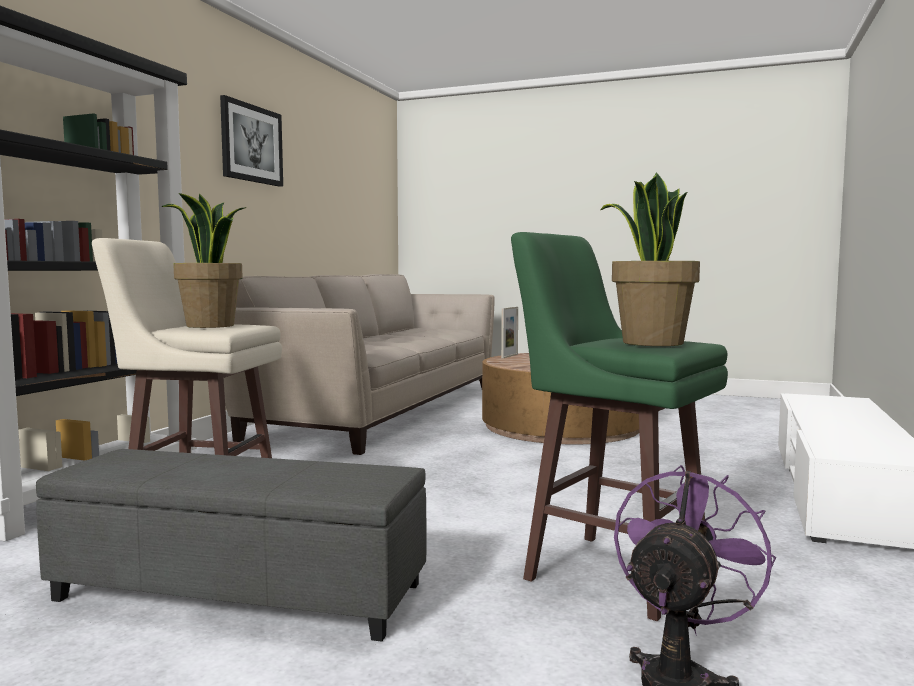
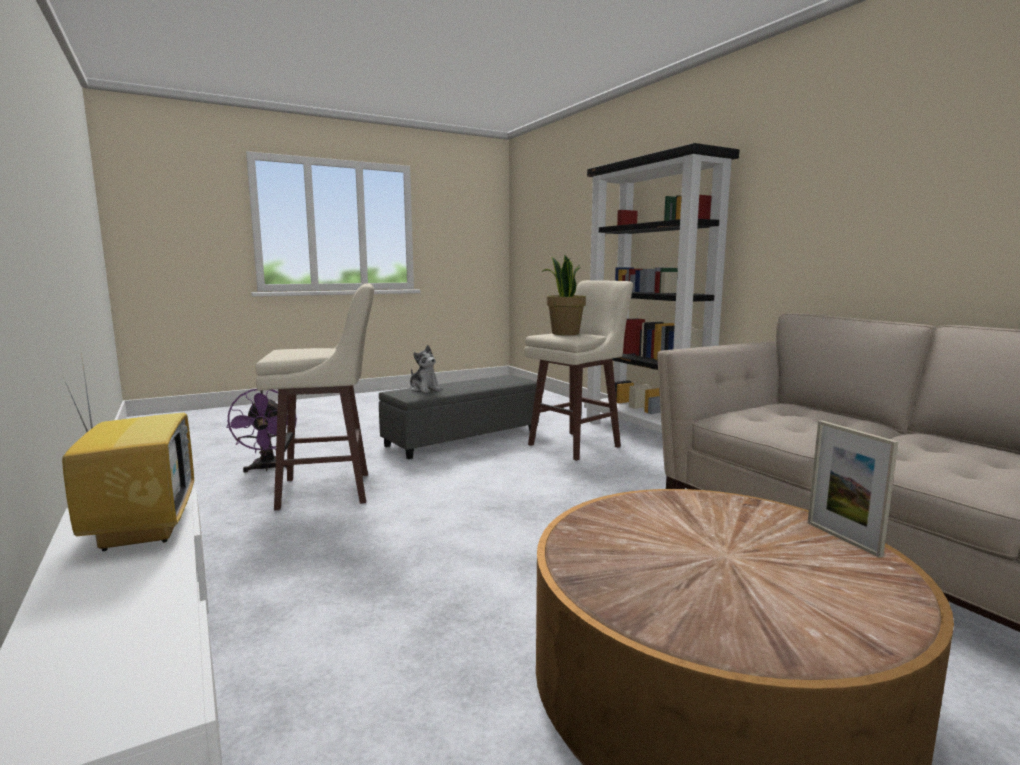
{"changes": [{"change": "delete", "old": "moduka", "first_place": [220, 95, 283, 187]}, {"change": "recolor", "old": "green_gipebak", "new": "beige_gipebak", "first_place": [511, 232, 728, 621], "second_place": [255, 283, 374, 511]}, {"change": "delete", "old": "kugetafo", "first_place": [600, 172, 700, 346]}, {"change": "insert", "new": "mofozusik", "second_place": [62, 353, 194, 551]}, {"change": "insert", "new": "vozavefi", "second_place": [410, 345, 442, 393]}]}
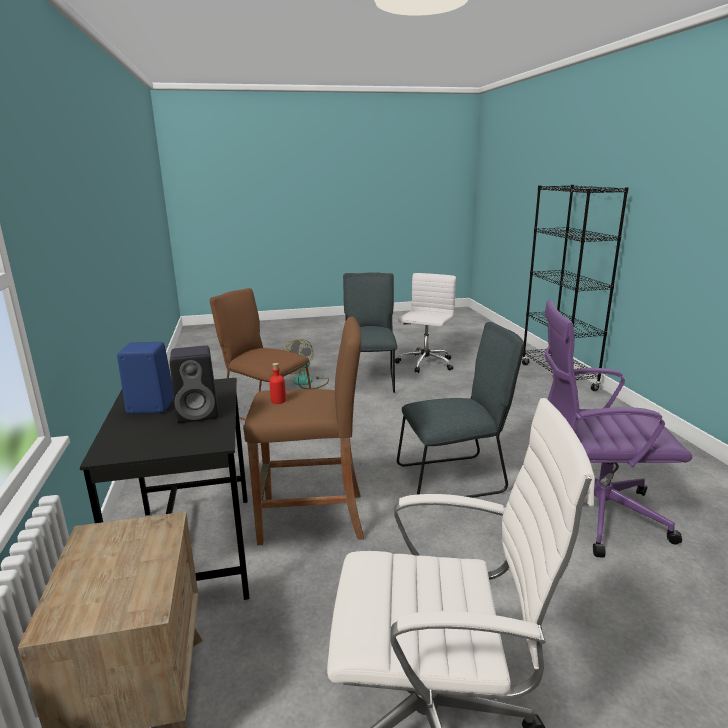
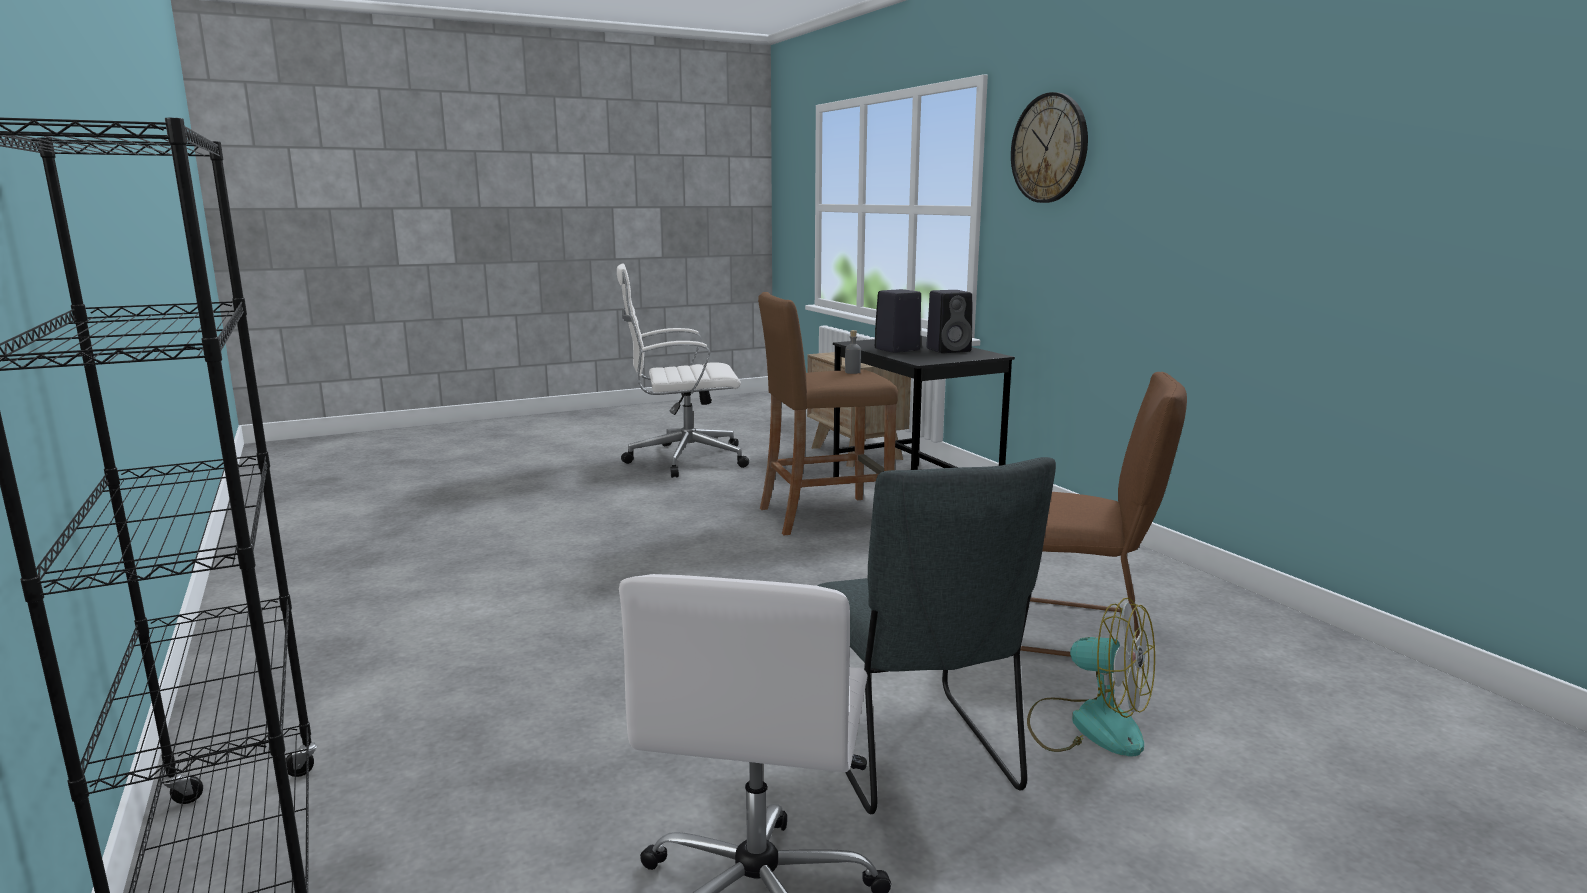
{"changes": [{"change": "recolor", "old": "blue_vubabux", "new": "black_vubabux", "first_place": [117, 342, 174, 414], "second_place": [926, 290, 972, 353]}, {"change": "recolor", "old": "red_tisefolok", "new": "grey_tisefolok", "first_place": [269, 363, 286, 404], "second_place": [845, 330, 861, 374]}, {"change": "delete", "old": "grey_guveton", "first_place": [397, 322, 524, 498]}, {"change": "delete", "old": "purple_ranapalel", "first_place": [544, 300, 692, 558]}, {"change": "insert", "new": "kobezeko", "second_place": [1011, 92, 1088, 203]}]}
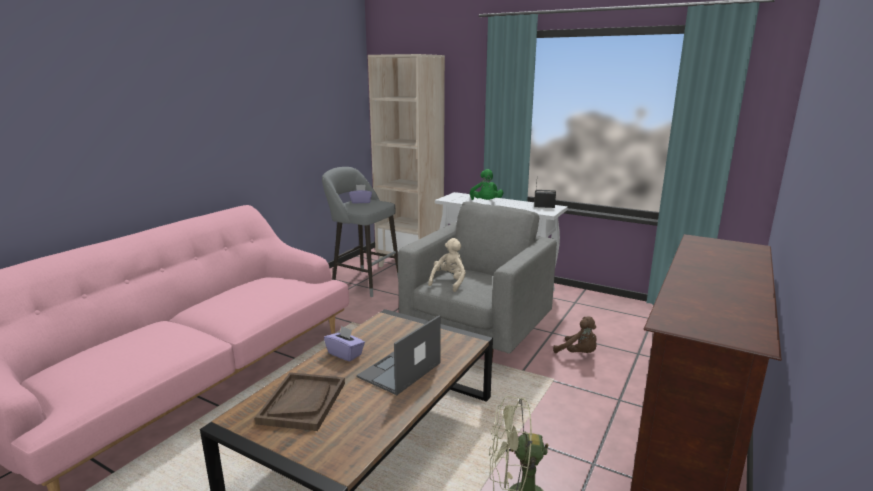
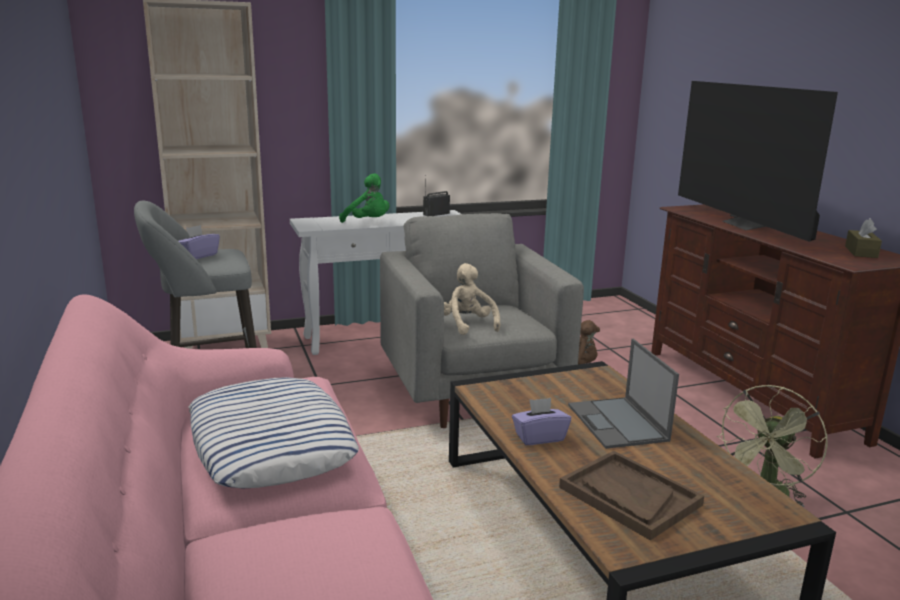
{"changes": [{"change": "insert", "new": "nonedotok", "second_place": [188, 377, 359, 489]}, {"change": "insert", "new": "mofozusik", "second_place": [678, 81, 838, 241]}, {"change": "insert", "new": "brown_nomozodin", "second_place": [845, 219, 882, 258]}]}
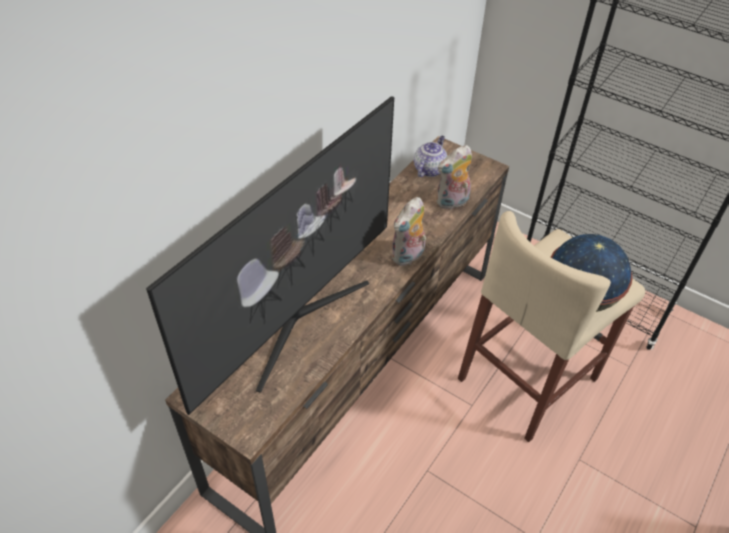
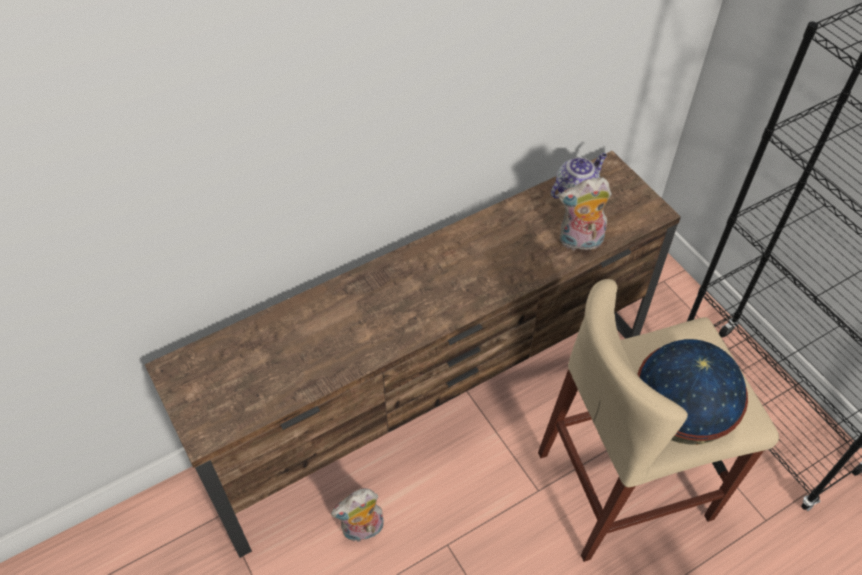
{"changes": [{"change": "delete", "old": "mofozusik", "first_place": [146, 97, 394, 415]}, {"change": "move", "old": "vozavefi", "first_place": [391, 197, 426, 266], "second_place": [331, 488, 384, 542]}]}
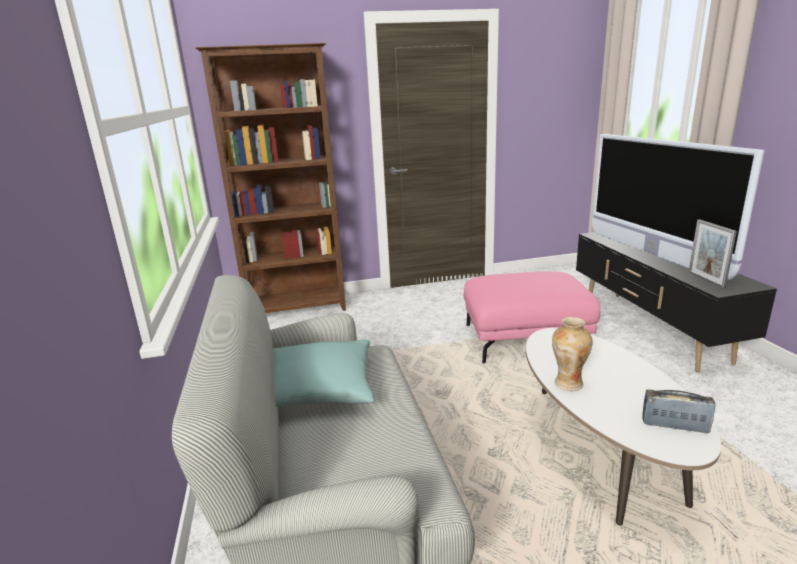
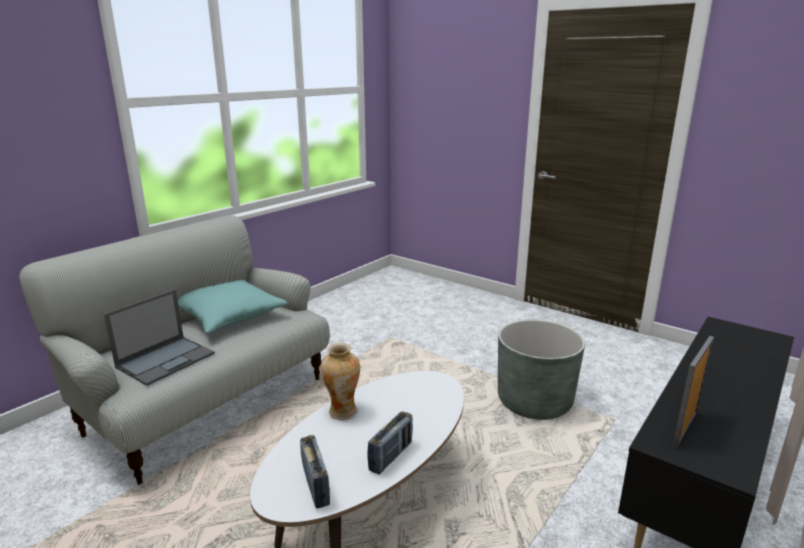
{"changes": [{"change": "delete", "old": "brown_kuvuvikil", "first_place": [195, 43, 346, 313]}, {"change": "replace", "old": "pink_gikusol", "new": "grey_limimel", "first_place": [464, 271, 600, 363], "second_place": [498, 319, 585, 420]}, {"change": "delete", "old": "mofozusik", "first_place": [592, 134, 765, 280]}, {"change": "insert", "new": "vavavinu", "second_place": [104, 289, 215, 386]}, {"change": "insert", "new": "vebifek", "second_place": [367, 412, 413, 475]}]}
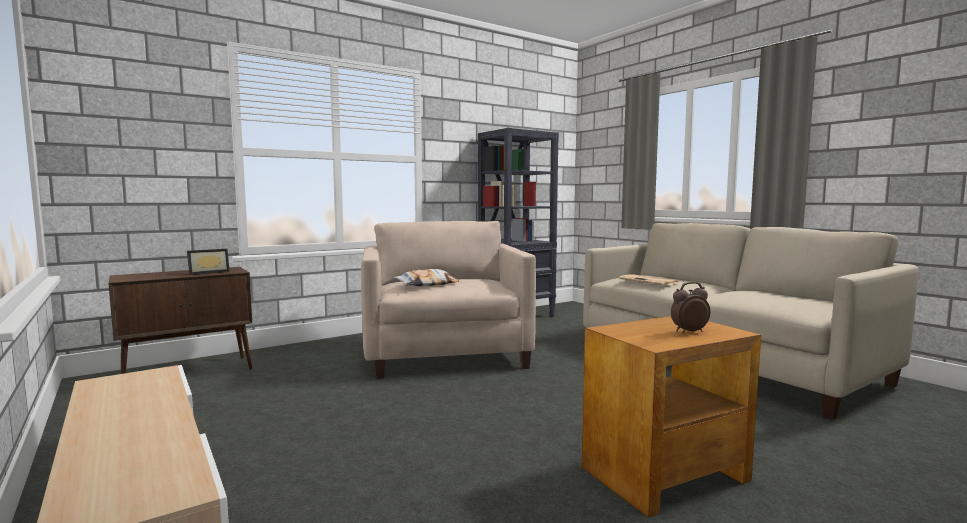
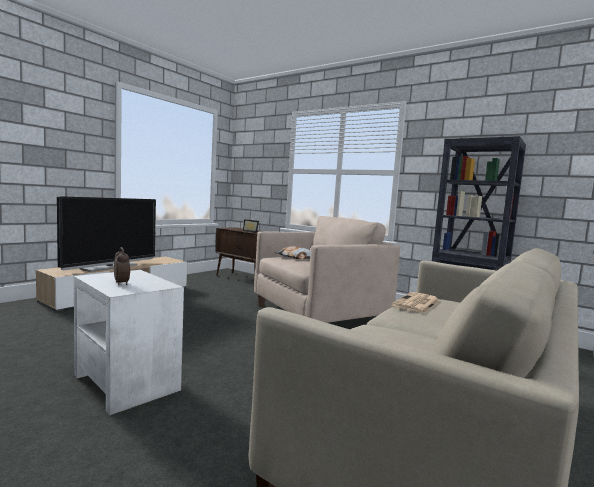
{"changes": [{"change": "recolor", "old": "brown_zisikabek", "new": "white_zisikabek", "first_place": [582, 316, 761, 518], "second_place": [74, 270, 184, 415]}, {"change": "insert", "new": "mofozusik", "second_place": [57, 196, 156, 272]}]}
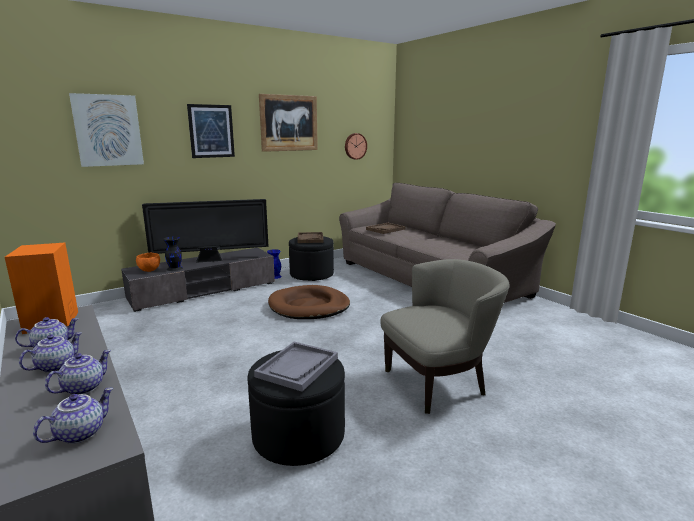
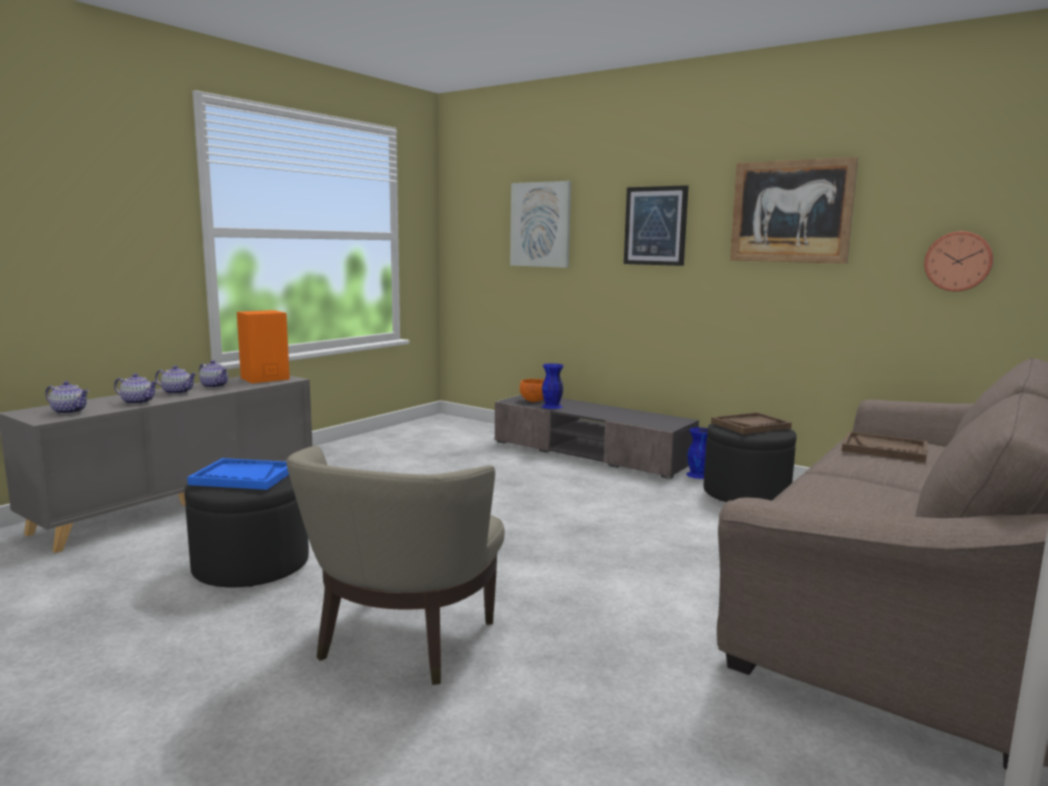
{"changes": [{"change": "delete", "old": "mofozusik", "first_place": [142, 199, 269, 263]}, {"change": "recolor", "old": "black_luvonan", "new": "blue_luvonan", "first_place": [163, 237, 183, 271], "second_place": [542, 363, 563, 409]}, {"change": "recolor", "old": "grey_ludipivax", "new": "blue_ludipivax", "first_place": [254, 342, 338, 392], "second_place": [187, 458, 289, 490]}, {"change": "delete", "old": "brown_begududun", "first_place": [268, 285, 350, 319]}, {"change": "rotate", "old": "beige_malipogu", "first_place": [380, 259, 509, 414], "second_place": [286, 446, 505, 685], "degrees": 60}]}
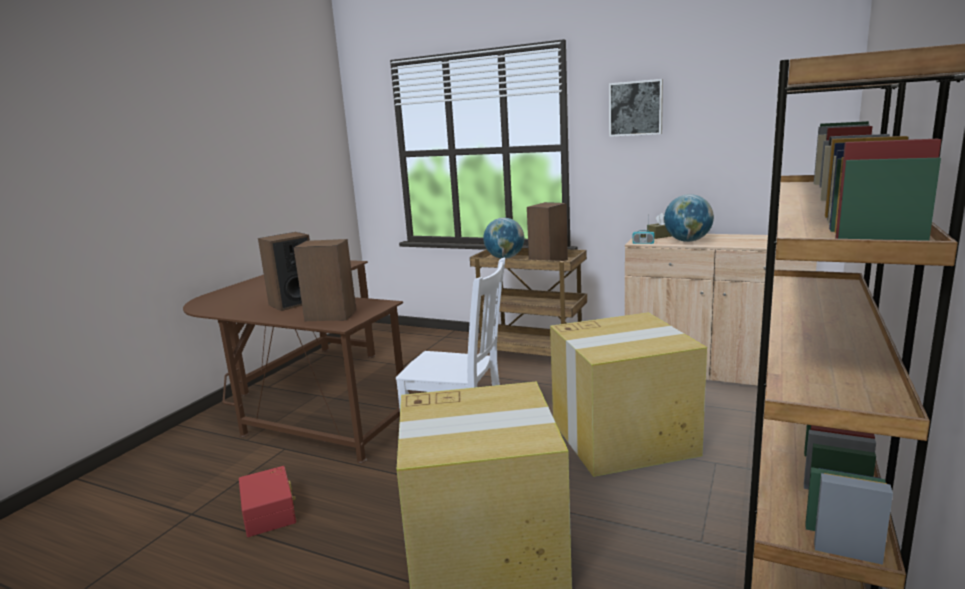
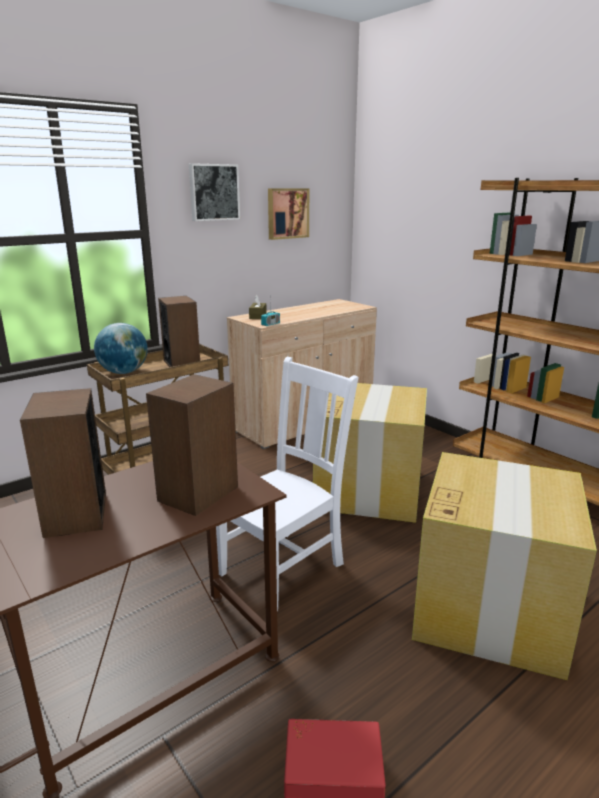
{"changes": [{"change": "delete", "old": "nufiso", "first_place": [664, 194, 714, 242]}, {"change": "insert", "new": "moduka", "second_place": [268, 188, 309, 240]}]}
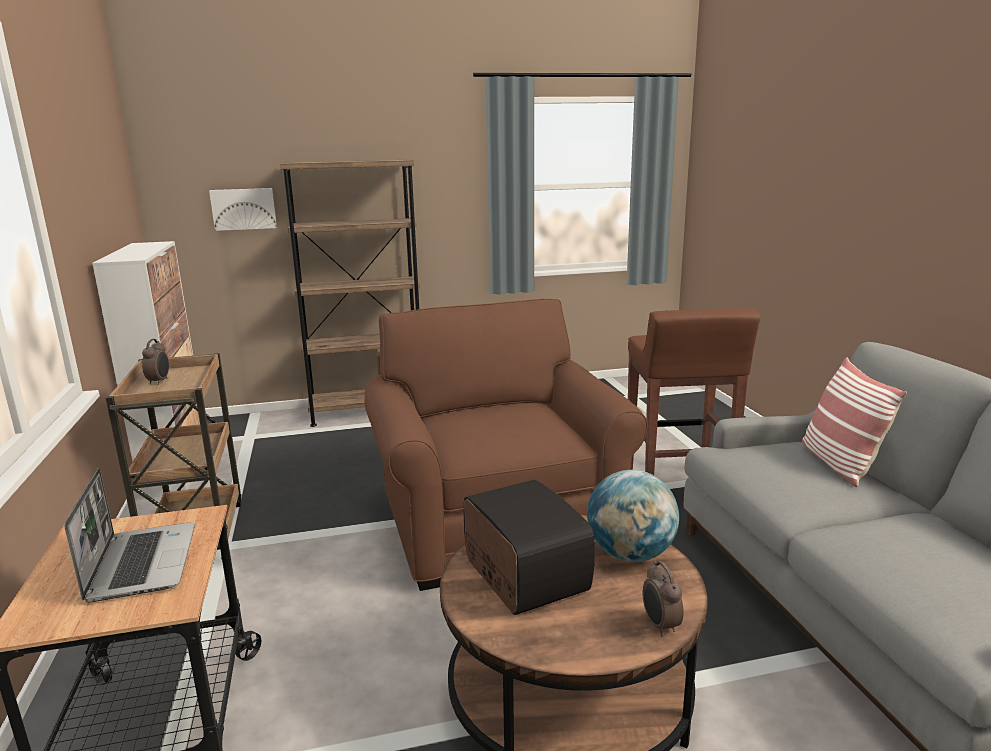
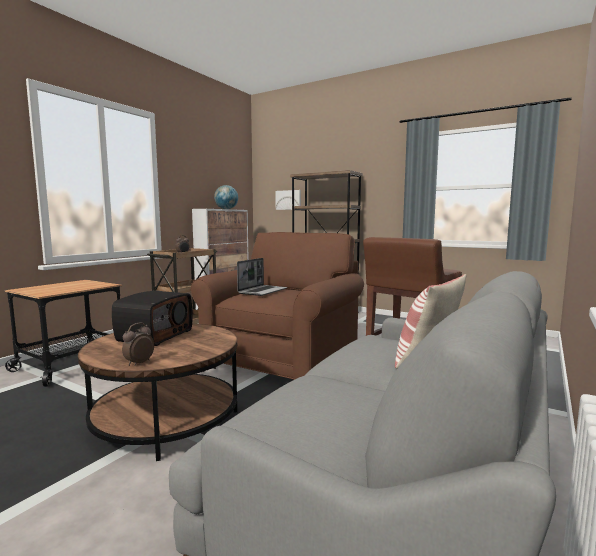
{"changes": [{"change": "move", "old": "vavavinu", "first_place": [64, 468, 195, 602], "second_place": [237, 258, 287, 296]}, {"change": "move", "old": "nufiso", "first_place": [587, 470, 679, 562], "second_place": [214, 185, 238, 209]}]}
